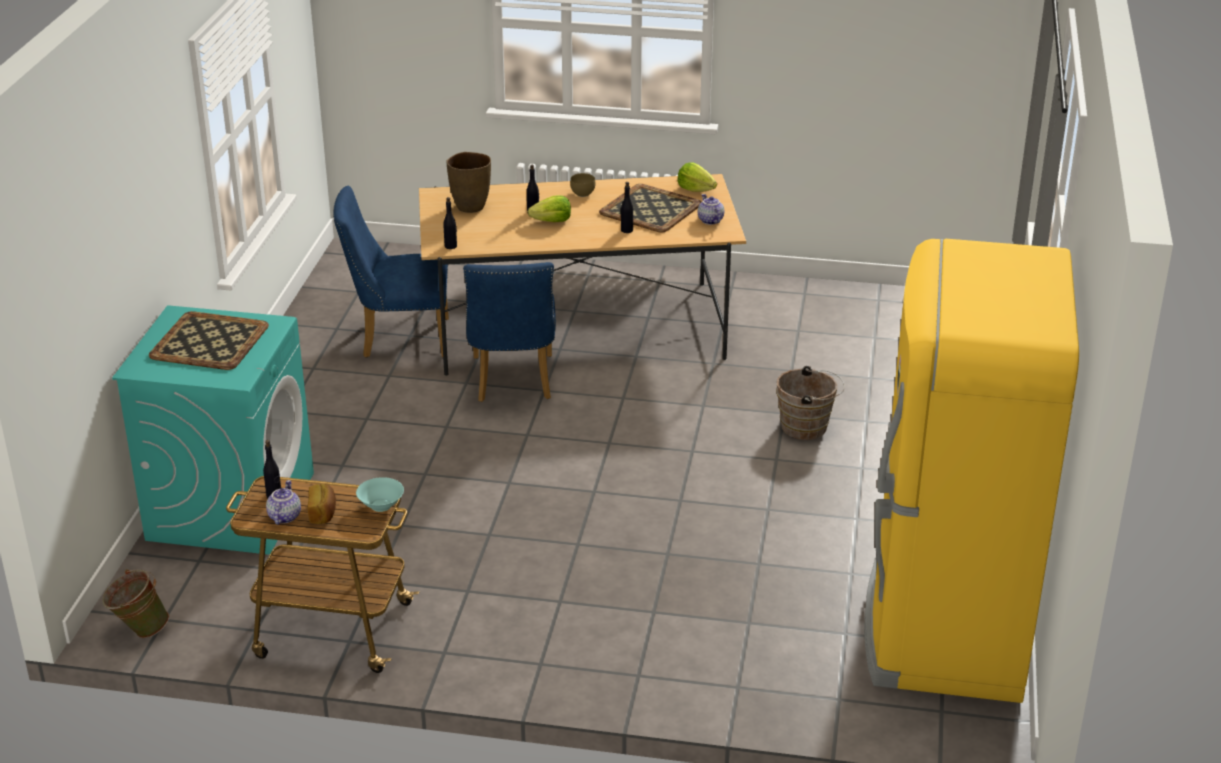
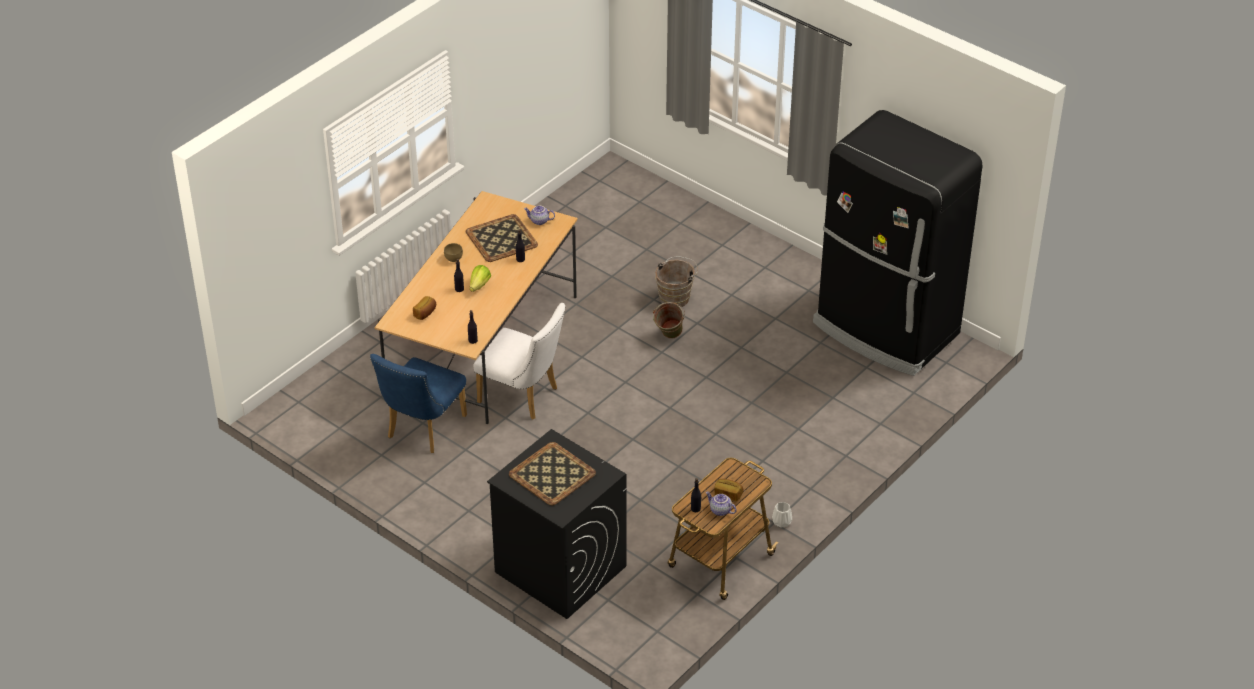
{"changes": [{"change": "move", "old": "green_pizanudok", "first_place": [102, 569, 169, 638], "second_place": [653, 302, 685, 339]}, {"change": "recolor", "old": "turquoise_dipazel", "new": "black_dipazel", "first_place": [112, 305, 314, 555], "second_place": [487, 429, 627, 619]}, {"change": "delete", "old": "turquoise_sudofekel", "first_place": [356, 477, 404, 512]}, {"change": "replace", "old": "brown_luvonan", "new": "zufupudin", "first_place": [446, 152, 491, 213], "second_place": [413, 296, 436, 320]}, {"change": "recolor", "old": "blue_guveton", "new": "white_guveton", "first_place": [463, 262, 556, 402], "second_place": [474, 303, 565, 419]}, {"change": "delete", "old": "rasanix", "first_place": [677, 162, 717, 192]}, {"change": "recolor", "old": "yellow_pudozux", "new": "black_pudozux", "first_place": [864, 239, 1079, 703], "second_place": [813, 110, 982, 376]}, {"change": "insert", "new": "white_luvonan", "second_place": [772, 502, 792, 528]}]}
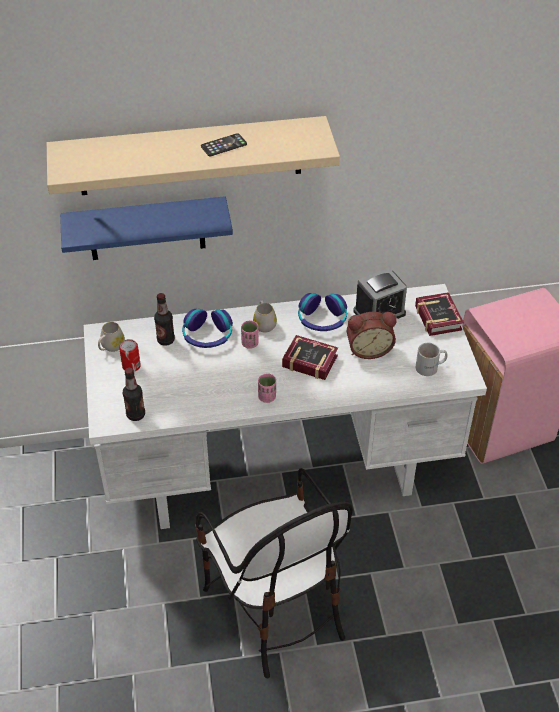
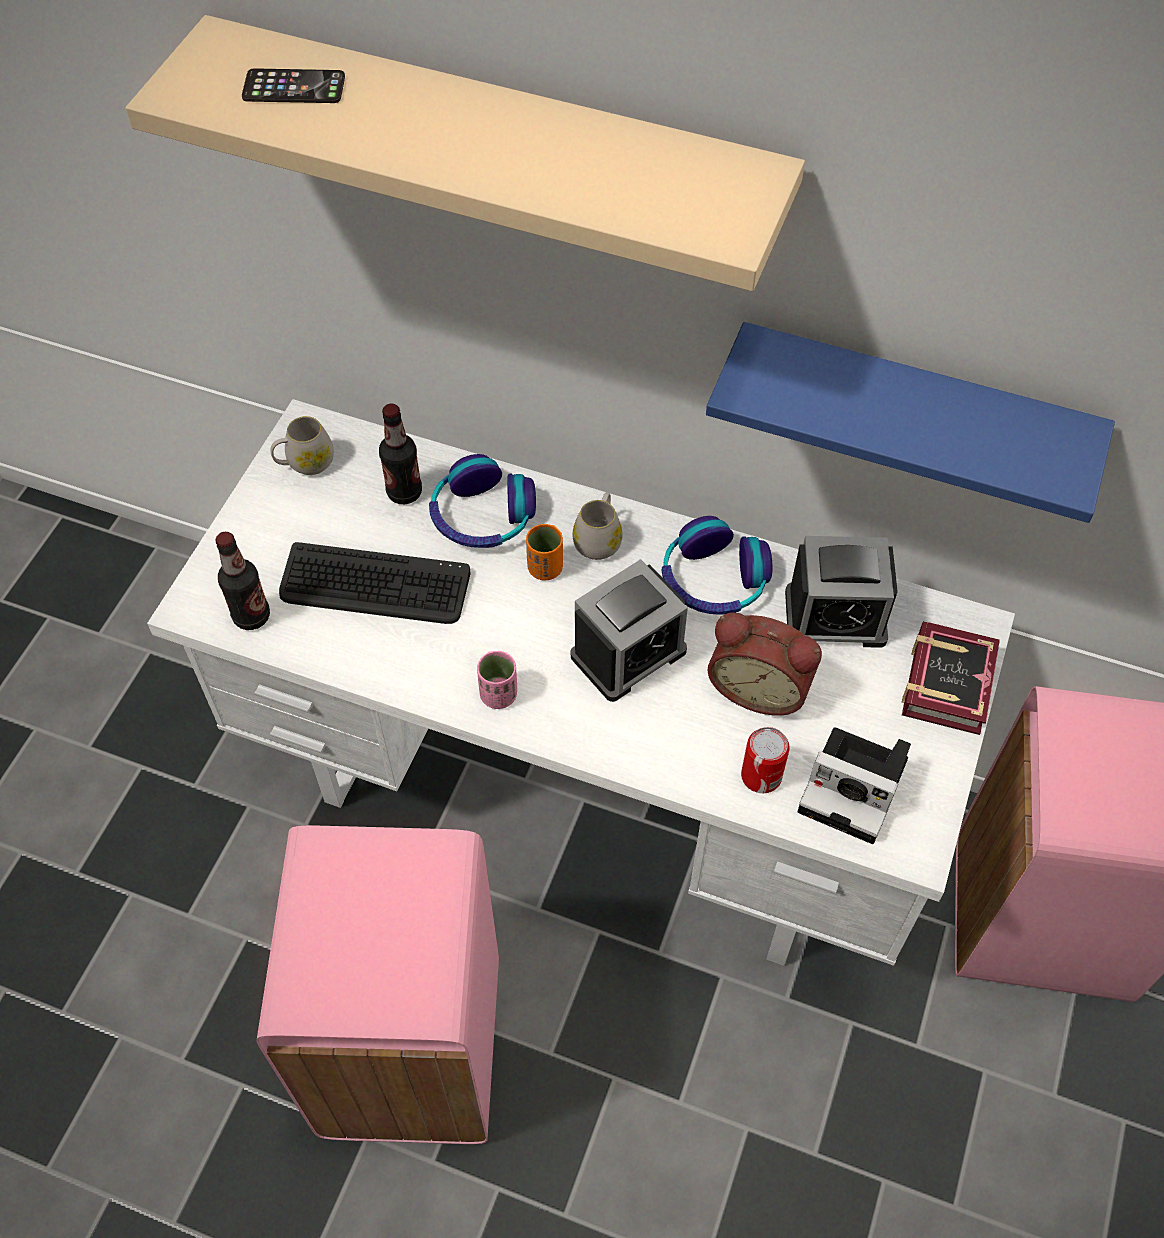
{"changes": [{"change": "move", "old": "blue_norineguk", "first_place": [60, 196, 233, 260], "second_place": [706, 322, 1115, 523]}, {"change": "move", "old": "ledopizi", "first_place": [119, 339, 141, 372], "second_place": [741, 727, 790, 793]}, {"change": "replace", "old": "guveton", "new": "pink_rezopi", "first_place": [195, 468, 353, 678], "second_place": [256, 826, 499, 1144]}, {"change": "move", "old": "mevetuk", "first_place": [201, 133, 247, 156], "second_place": [242, 68, 345, 103]}, {"change": "recolor", "old": "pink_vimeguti", "new": "orange_vimeguti", "first_place": [241, 320, 259, 349], "second_place": [526, 524, 563, 580]}, {"change": "replace", "old": "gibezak", "new": "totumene", "first_place": [282, 335, 338, 380], "second_place": [571, 559, 688, 702]}, {"change": "replace", "old": "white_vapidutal", "new": "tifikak", "first_place": [416, 343, 448, 376], "second_place": [798, 728, 911, 844]}, {"change": "insert", "new": "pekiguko", "second_place": [279, 542, 471, 624]}]}
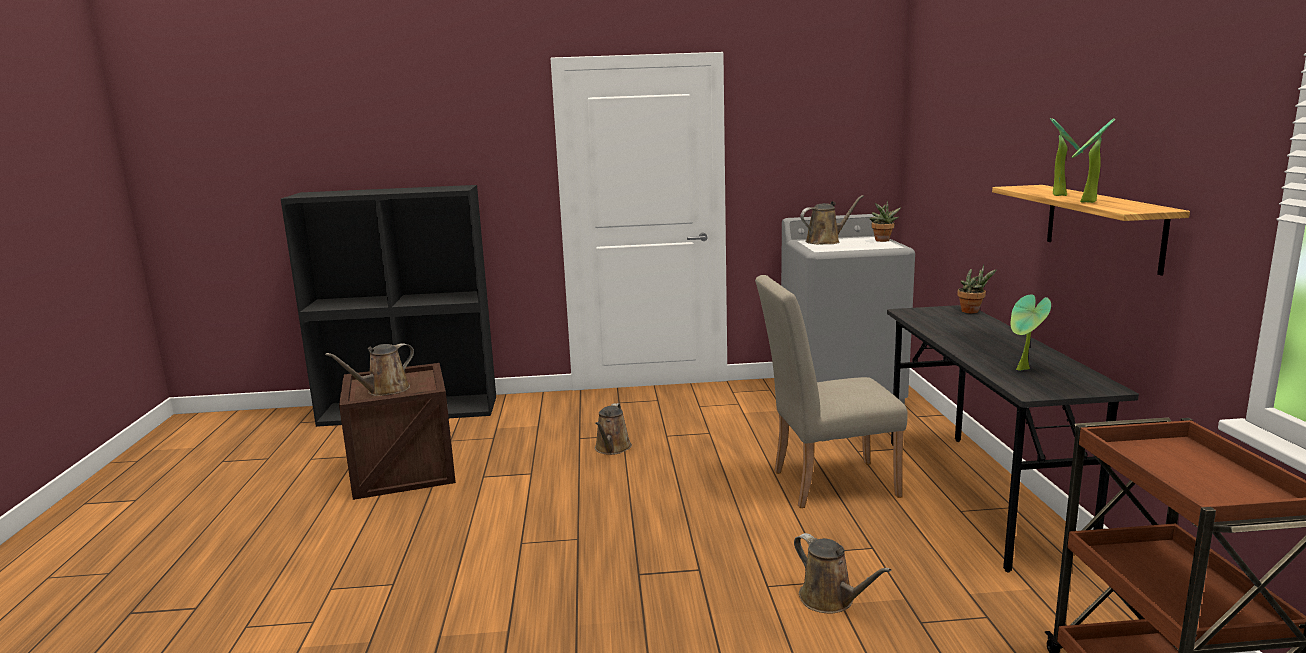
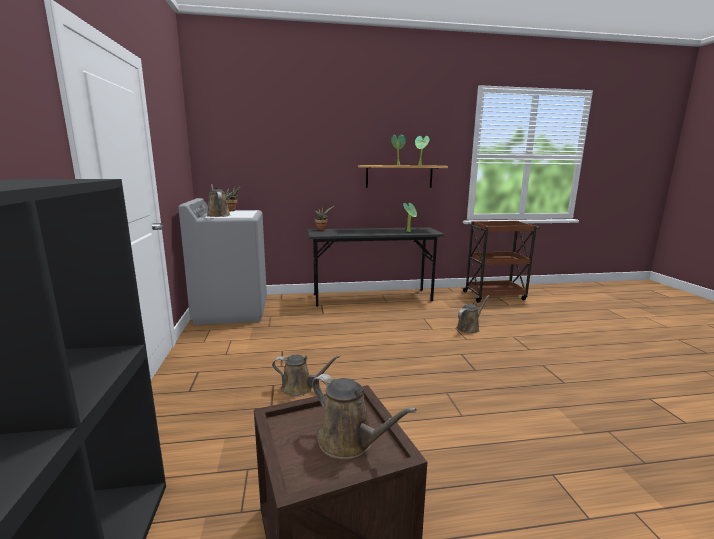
{"changes": [{"change": "delete", "old": "beige_guveton", "first_place": [755, 275, 907, 508]}]}
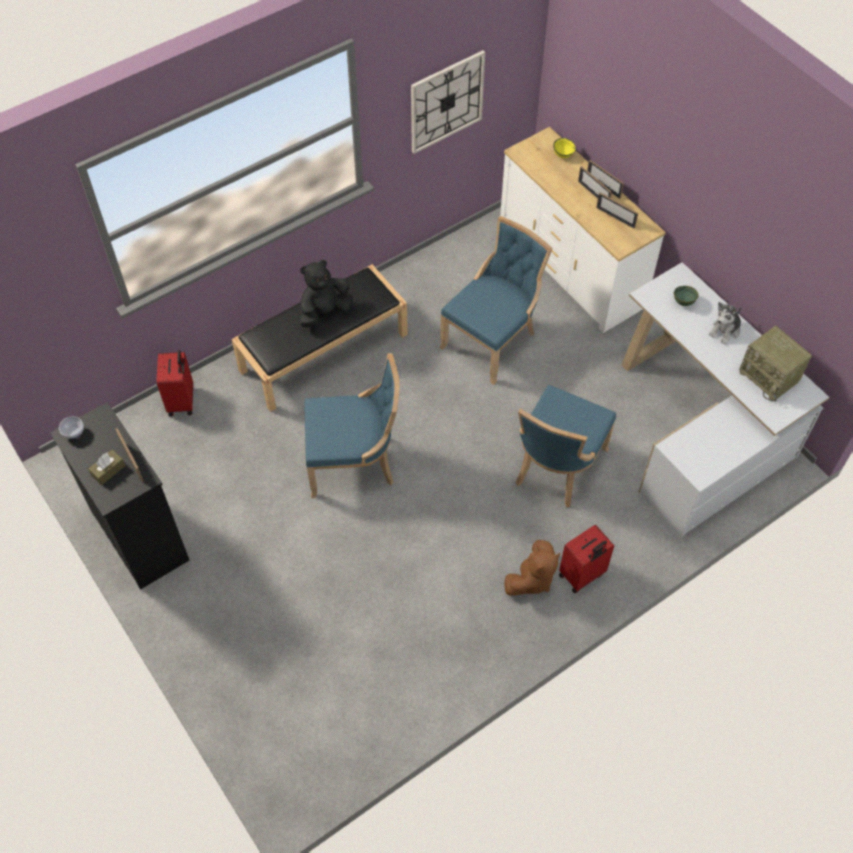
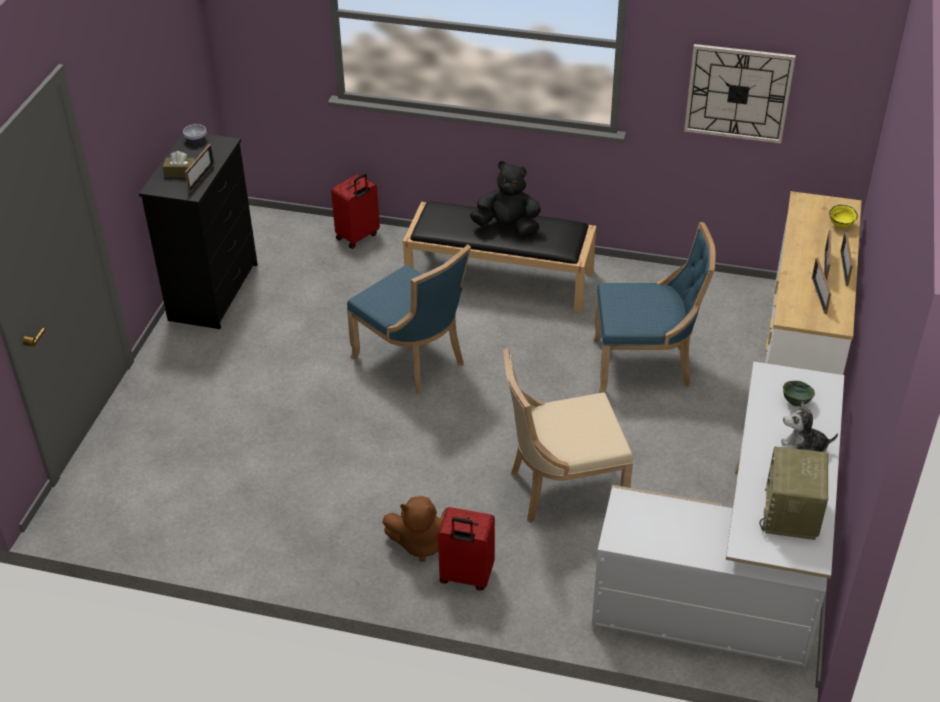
{"changes": [{"change": "recolor", "old": "blue_guveton", "new": "beige_guveton", "first_place": [516, 385, 616, 507], "second_place": [503, 348, 633, 523]}]}
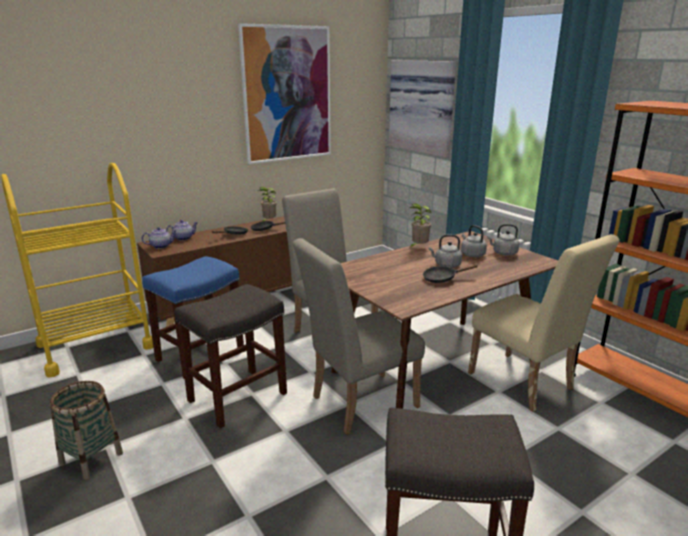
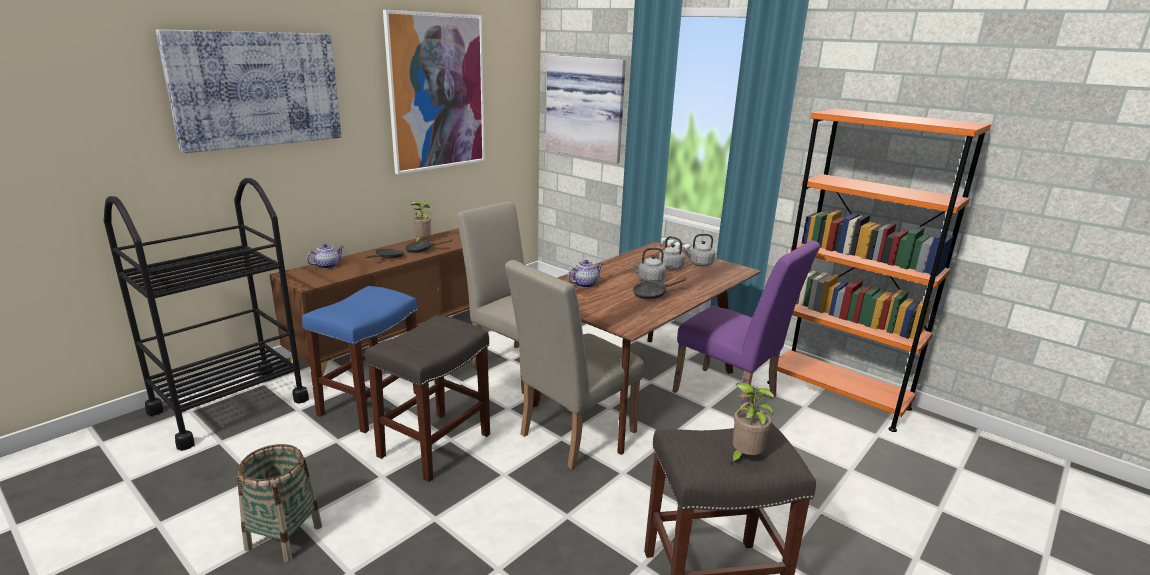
{"changes": [{"change": "recolor", "old": "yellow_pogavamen", "new": "black_pogavamen", "first_place": [1, 163, 154, 378], "second_place": [104, 178, 309, 451]}, {"change": "move", "old": "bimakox", "first_place": [142, 227, 177, 249], "second_place": [567, 260, 603, 288]}, {"change": "move", "old": "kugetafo", "first_place": [409, 204, 432, 247], "second_place": [730, 383, 775, 463]}, {"change": "recolor", "old": "beige_guveton", "new": "purple_guveton", "first_place": [468, 234, 620, 412], "second_place": [672, 240, 821, 408]}, {"change": "insert", "new": "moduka", "second_place": [156, 29, 341, 153]}]}
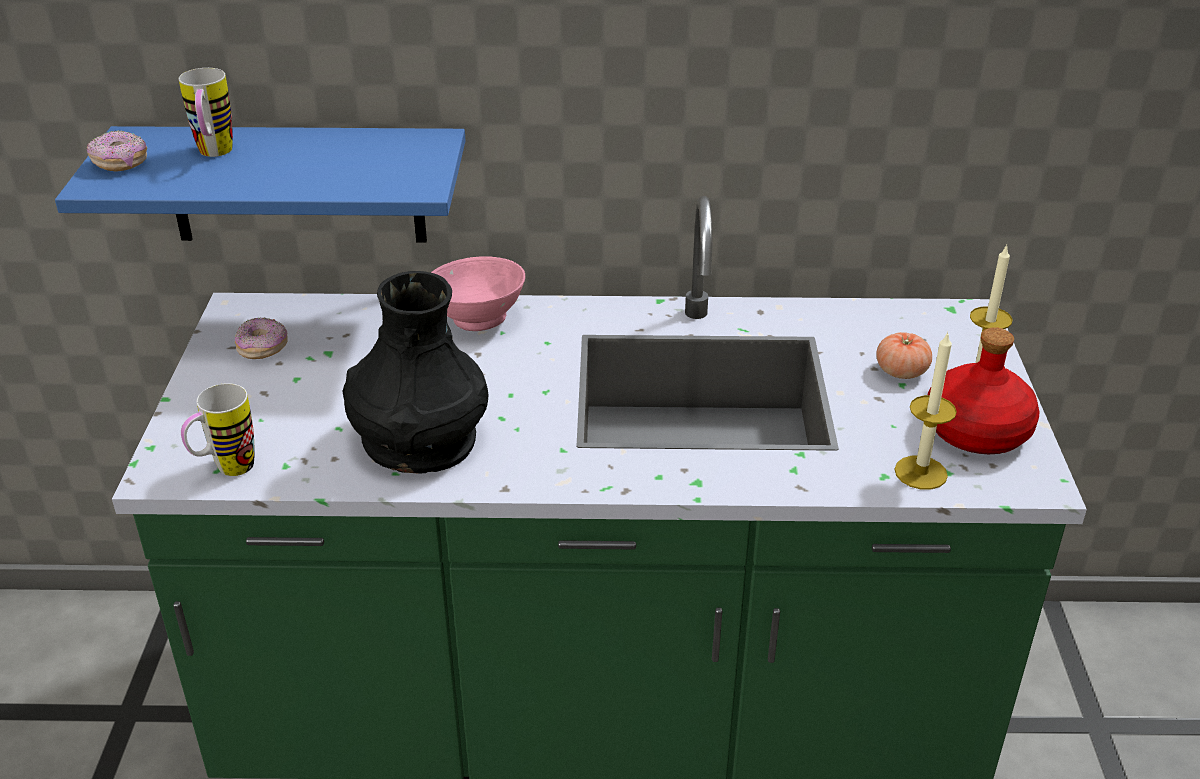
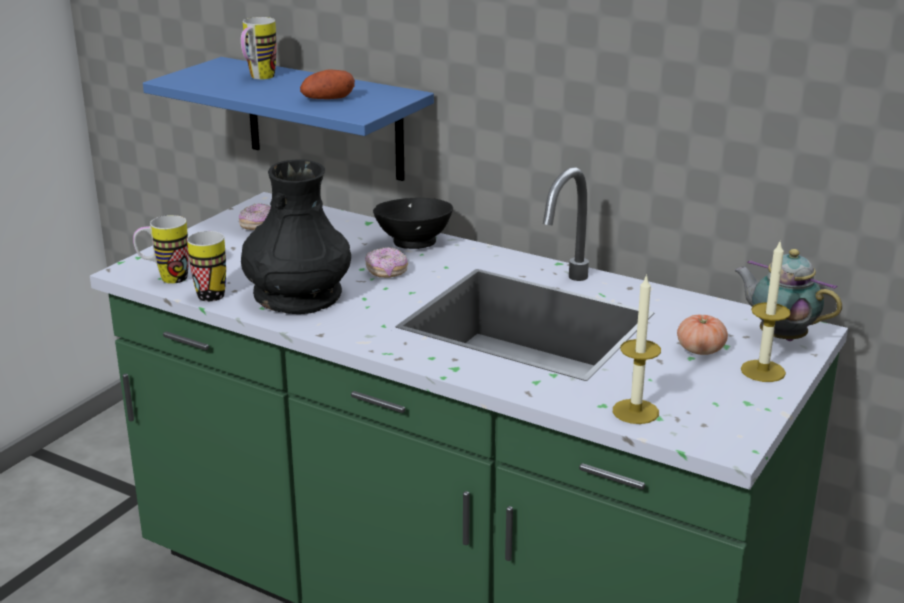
{"changes": [{"change": "move", "old": "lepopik", "first_place": [87, 130, 147, 172], "second_place": [365, 247, 408, 278]}, {"change": "recolor", "old": "pink_sudofekel", "new": "black_sudofekel", "first_place": [431, 256, 525, 331], "second_place": [373, 198, 453, 249]}, {"change": "delete", "old": "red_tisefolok", "first_place": [928, 327, 1039, 454]}, {"change": "insert", "new": "vapidutal", "second_place": [187, 231, 226, 302]}, {"change": "insert", "new": "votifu", "second_place": [300, 70, 355, 99]}, {"change": "insert", "new": "bimakox", "second_place": [734, 249, 842, 341]}]}
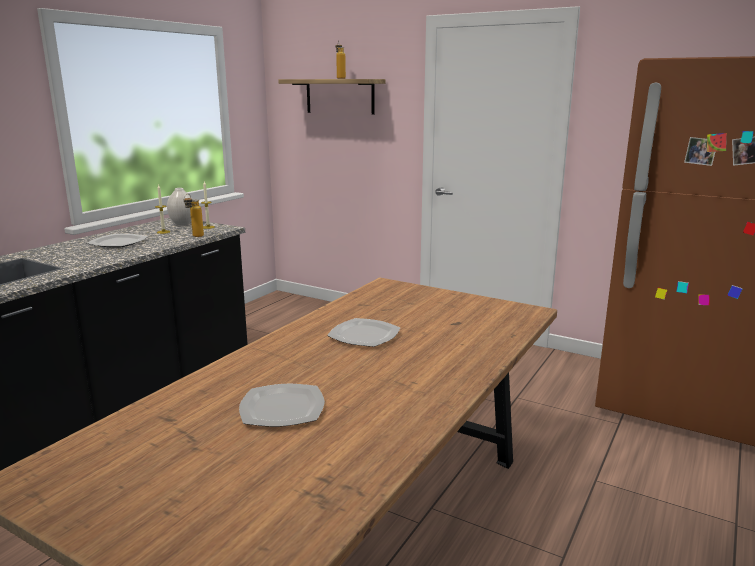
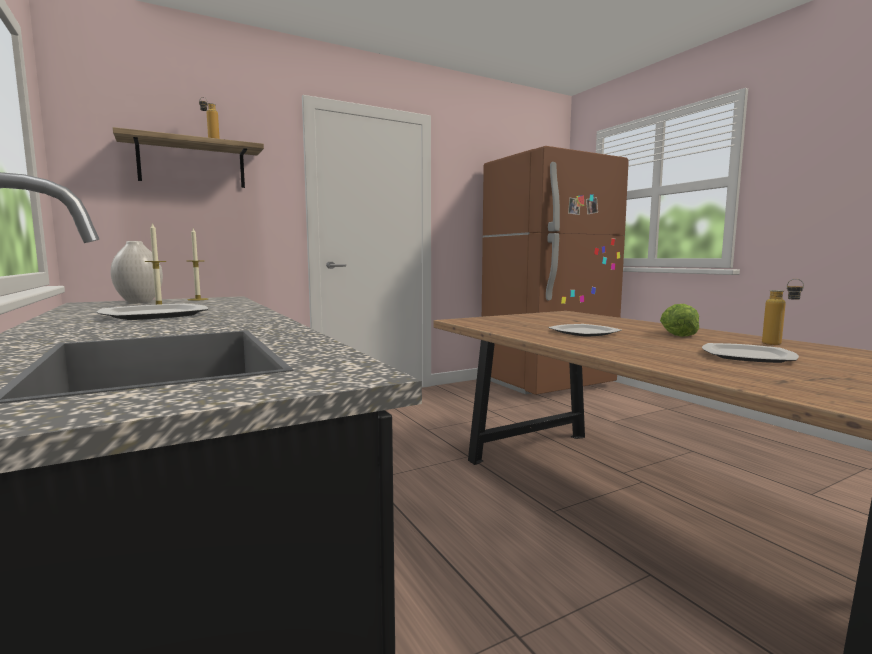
{"changes": [{"change": "move", "old": "tisefolok", "first_place": [184, 194, 204, 237], "second_place": [762, 279, 804, 345]}, {"change": "insert", "new": "rasanix", "second_place": [660, 304, 699, 337]}]}
